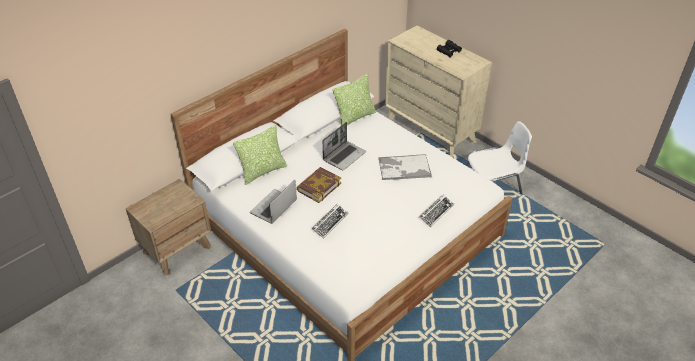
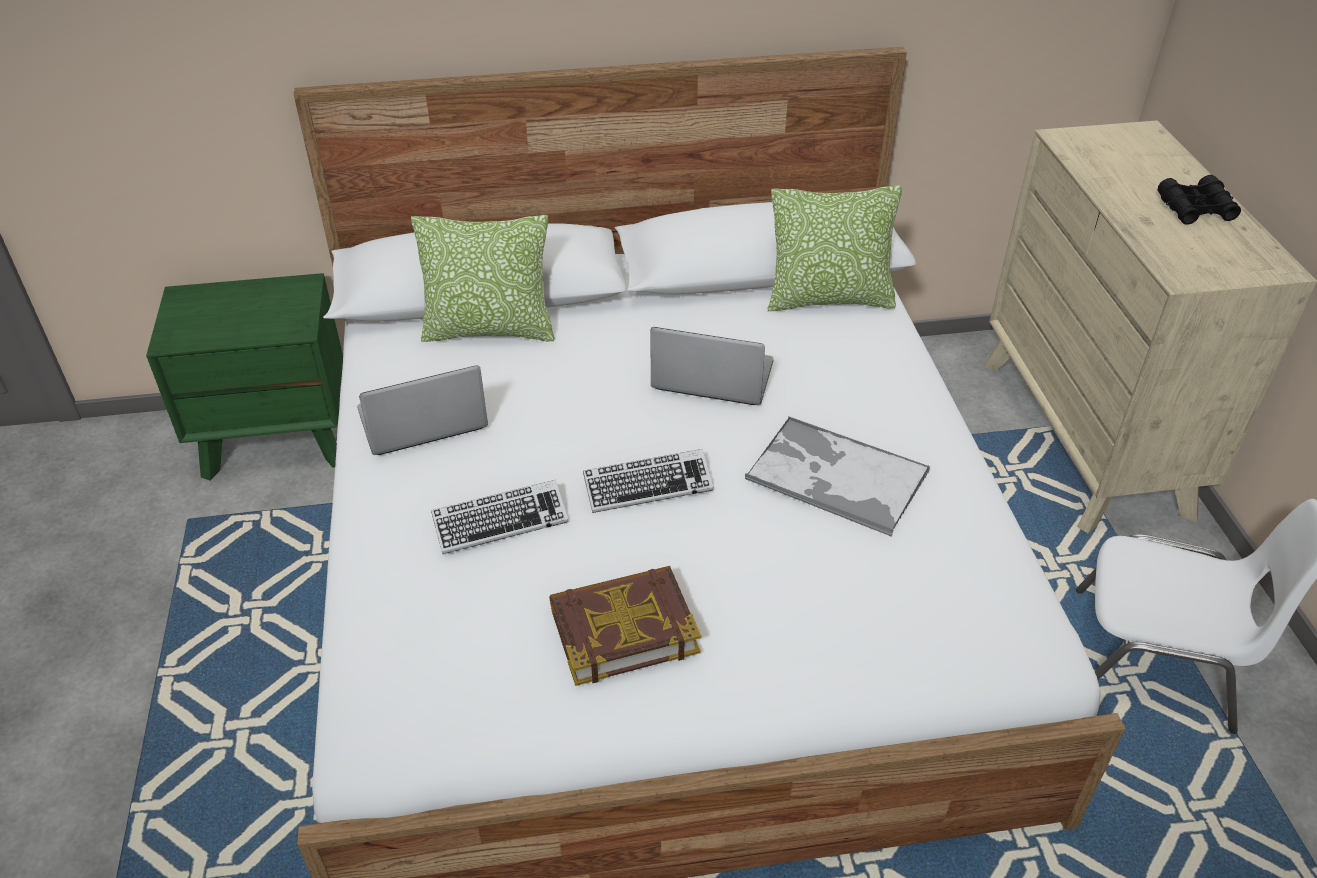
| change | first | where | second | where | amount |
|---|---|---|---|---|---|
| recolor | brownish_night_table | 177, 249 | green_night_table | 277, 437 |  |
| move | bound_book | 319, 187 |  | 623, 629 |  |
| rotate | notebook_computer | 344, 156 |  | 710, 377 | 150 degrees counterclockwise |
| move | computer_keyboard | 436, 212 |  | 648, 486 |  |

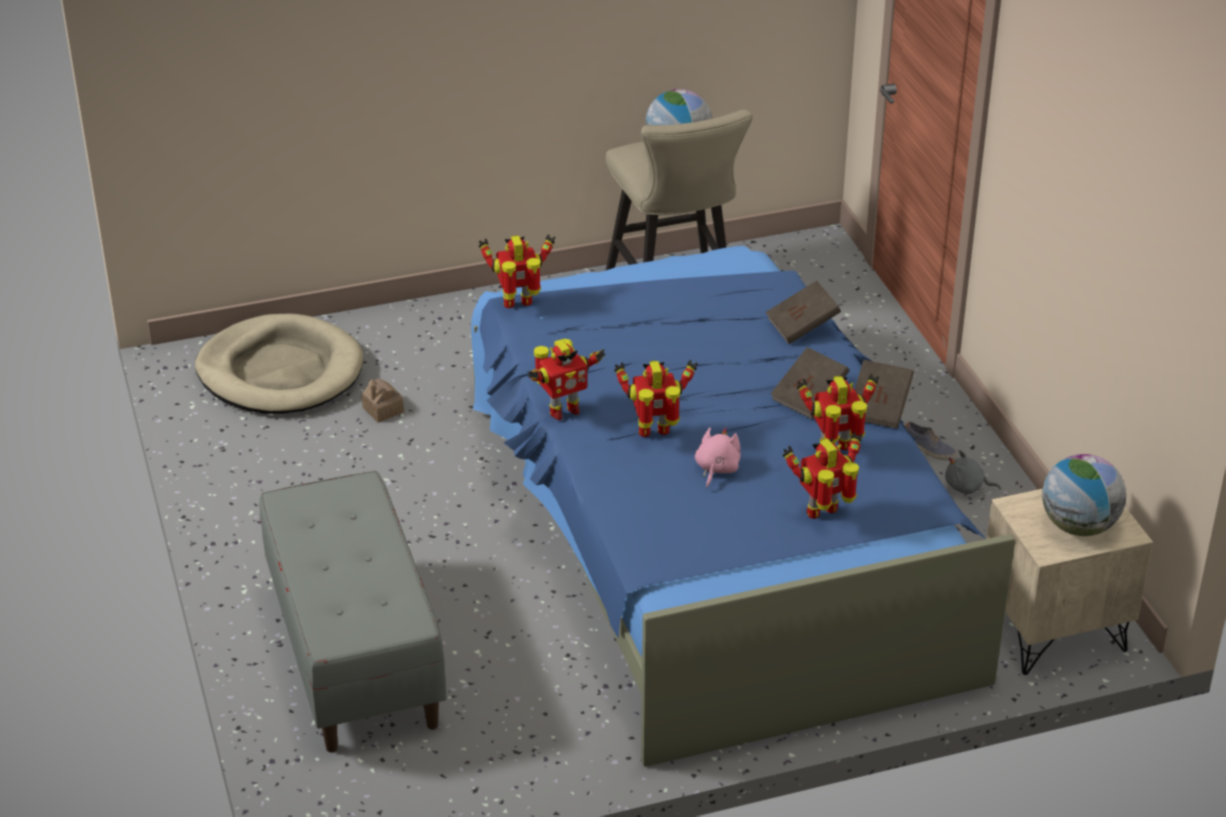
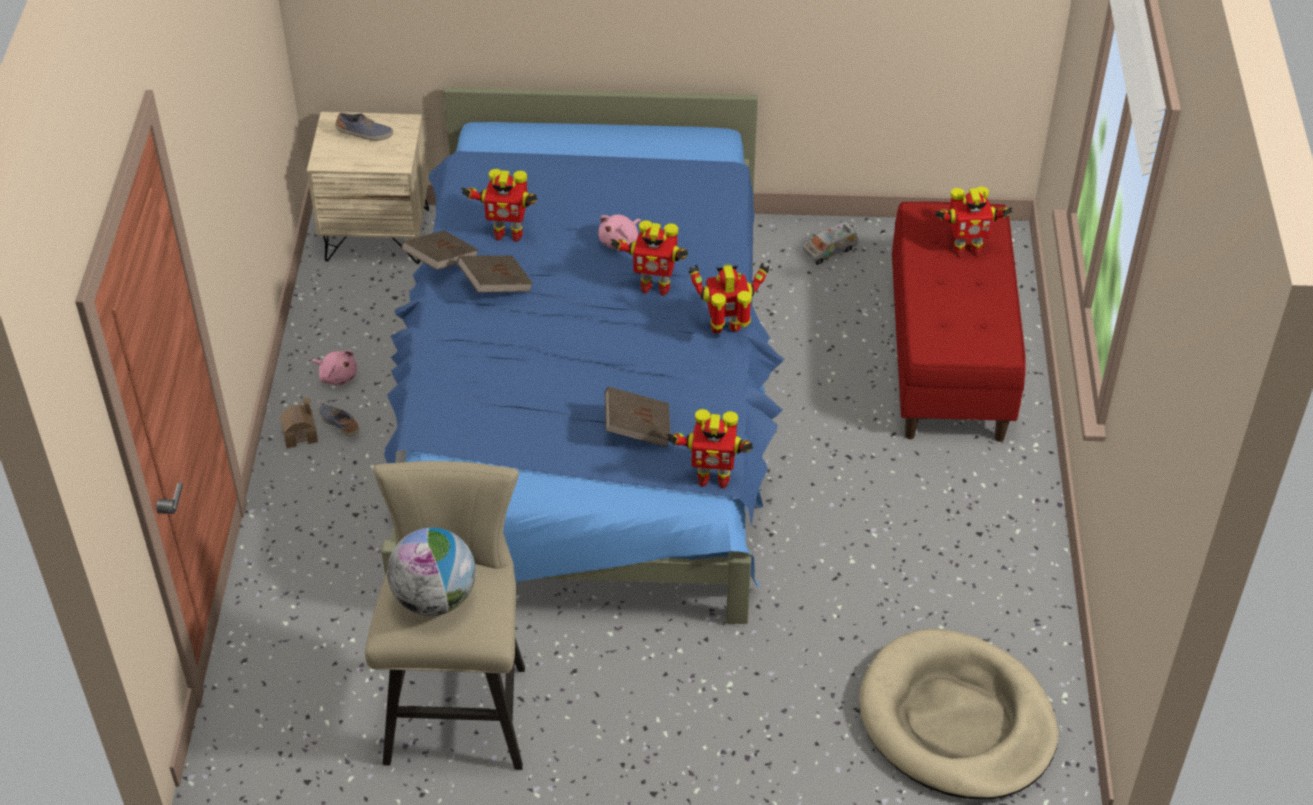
| change | first | where | second | where | amount |
|---|---|---|---|---|---|
| recolor | grey_bench | 354, 654 | red-coloured_bench | 949, 359 |  |
| move | toy_house | 383, 410 |  | 300, 434 |  |
| move | brownish_bound_book | 802, 326 |  | 637, 428 |  |
| move | model_robot | 824, 512 |  | 966, 249 |  |
| recolor | grey_plush_toy | 967, 487 | pinkish_plush_toy | 337, 376 |  |
| replace | globe | 1078, 526 | shoe | 364, 135 |  |
| insert |  |  | toy_lorry | 829, 250 |  |

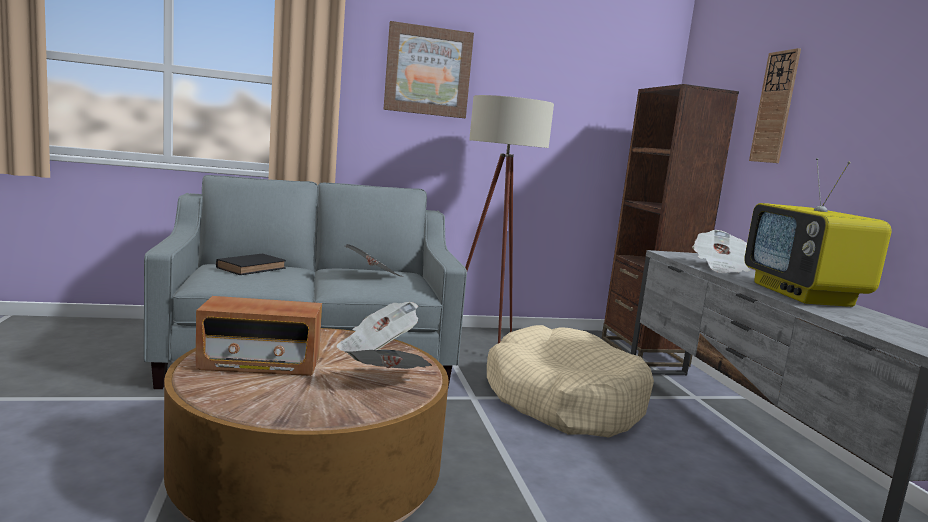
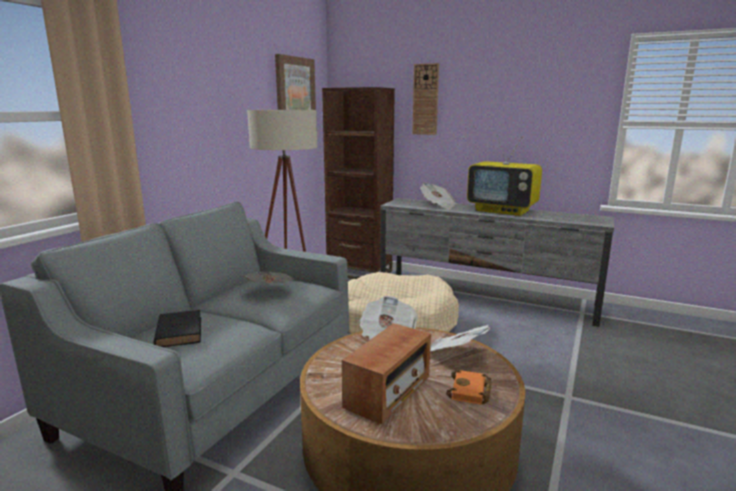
| change | first | where | second | where | amount |
|---|---|---|---|---|---|
| move | wall_picture | 428, 71 |  | 295, 89 |  |
| insert |  |  | orangey_bound_book | 470, 392 |  |

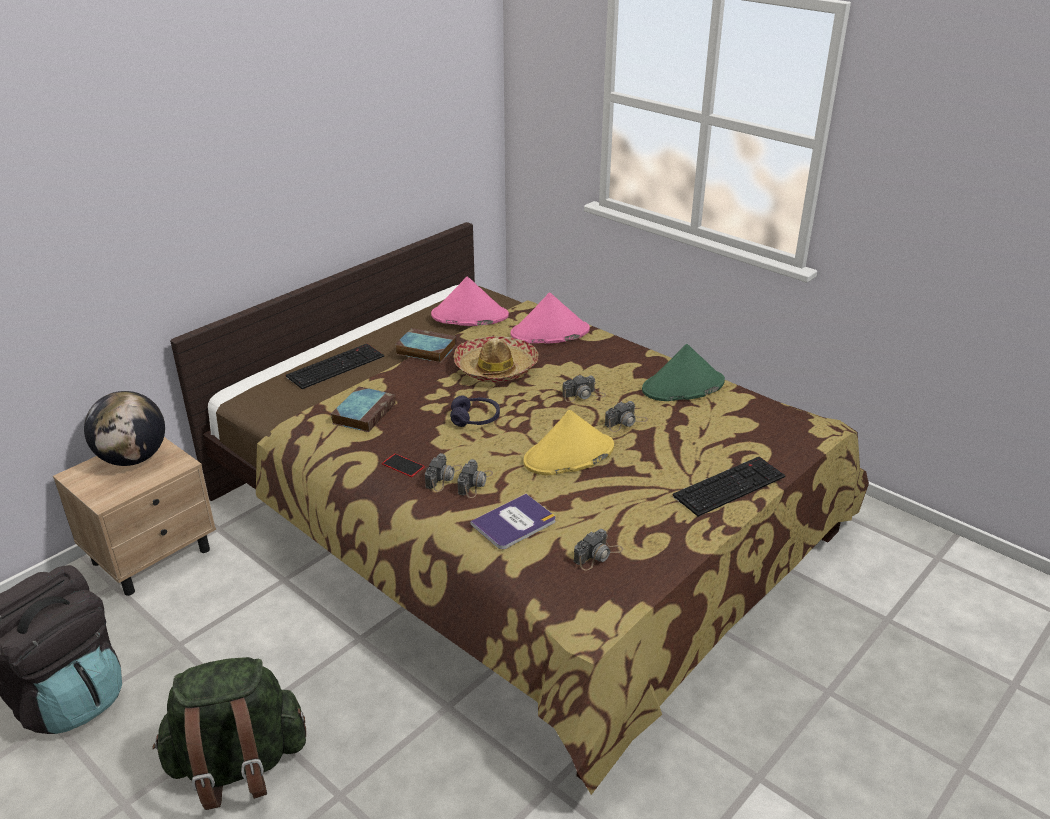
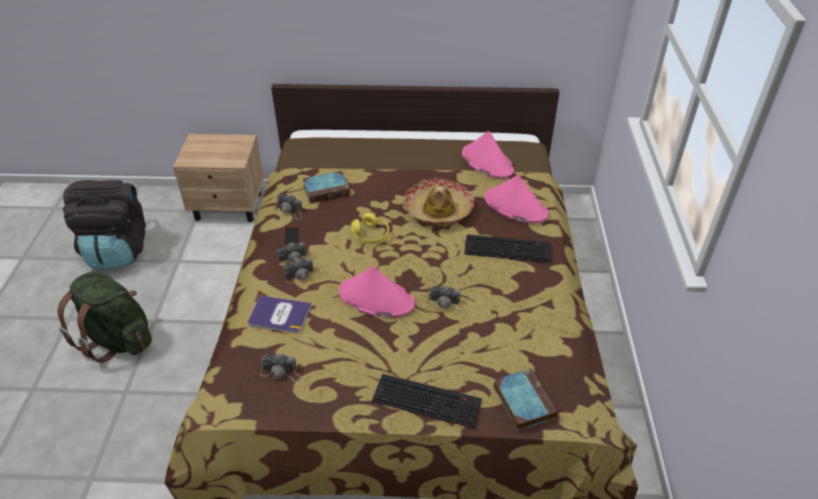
| change | first | where | second | where | amount |
|---|---|---|---|---|---|
| delete | globe | 133, 459 |  |  |  |
| move | computer_keyboard | 336, 365 |  | 509, 248 |  |
| move | bound_book | 424, 349 |  | 522, 401 |  |
| recolor | purple-coloured_pair_of_headphones | 475, 419 | yellow-coloured_pair_of_headphones | 370, 235 |  |
| recolor | yellow-coloured_hat | 568, 455 | pinkish_hat | 376, 298 |  |
| move | photo_camera | 583, 395 |  | 290, 210 |  |
| delete | green_hat | 683, 386 |  |  |  |

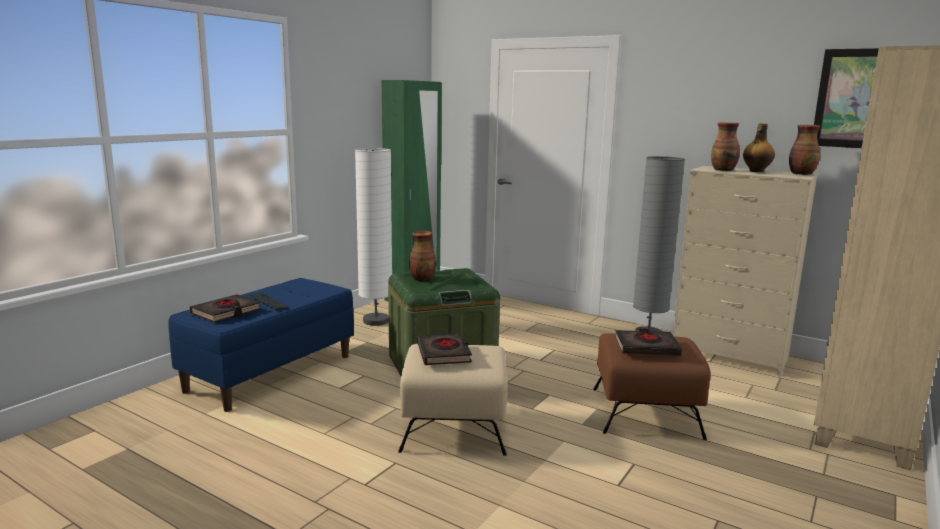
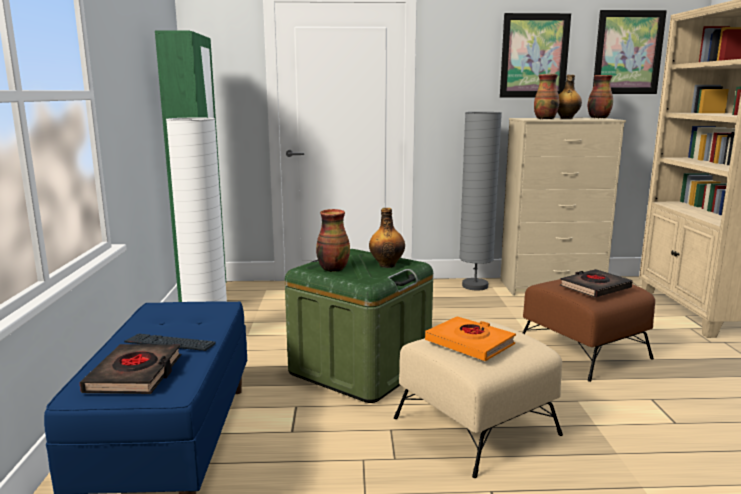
| change | first | where | second | where | amount |
|---|---|---|---|---|---|
| recolor | blackish_bound_book | 444, 353 | orangey_bound_book | 470, 343 |  |
| insert |  |  | drink_bottle | 387, 265 |  |
| insert |  |  | wall_picture | 534, 56 |  |

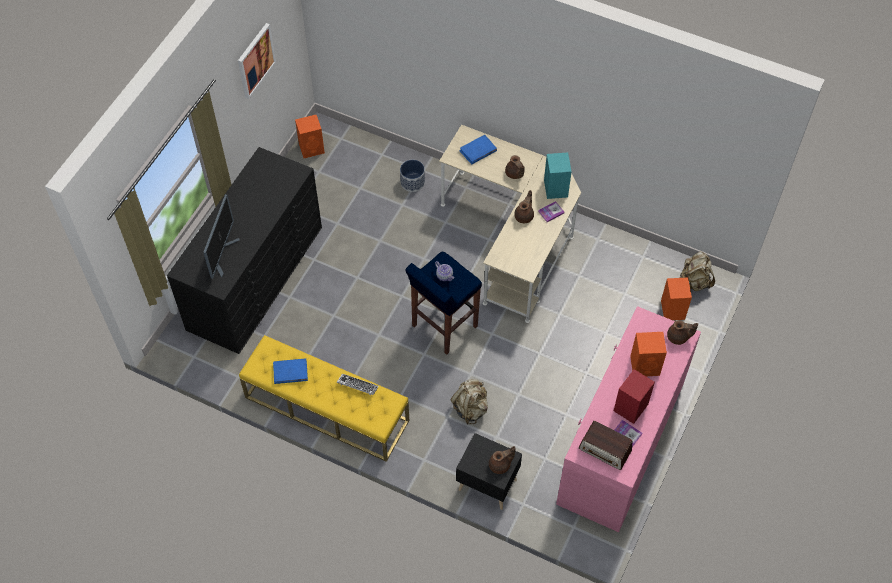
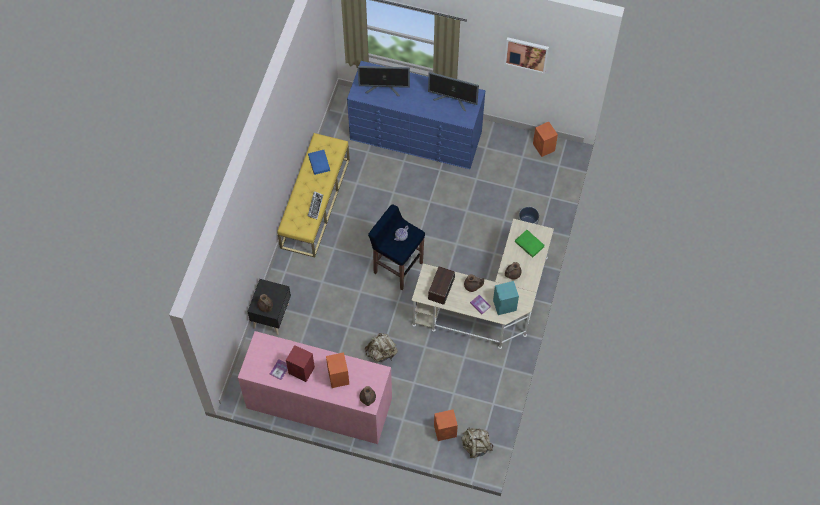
| change | first | where | second | where | amount |
|---|---|---|---|---|---|
| recolor | blackish_dresser | 255, 277 | bluish_dresser | 416, 136 |  |
| move | beige_knapsack | 470, 408 |  | 381, 353 |  |
| recolor | bluish_bound_book | 478, 151 | green_bound_book | 529, 244 |  |
| move | radio_receiver | 605, 450 |  | 441, 288 |  |
| insert |  |  | computer_display | 453, 100 |  |

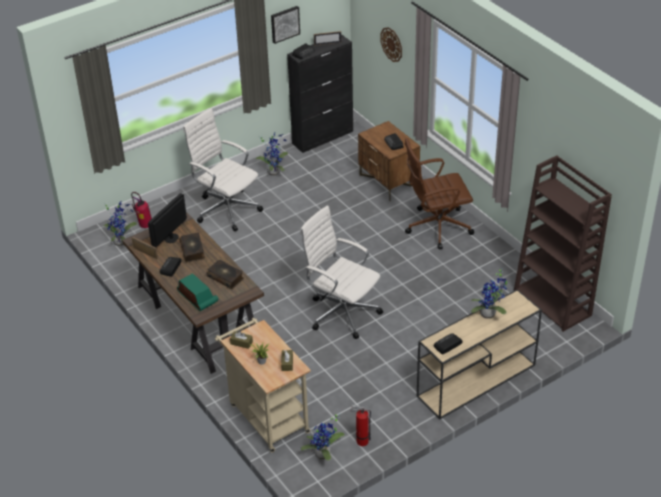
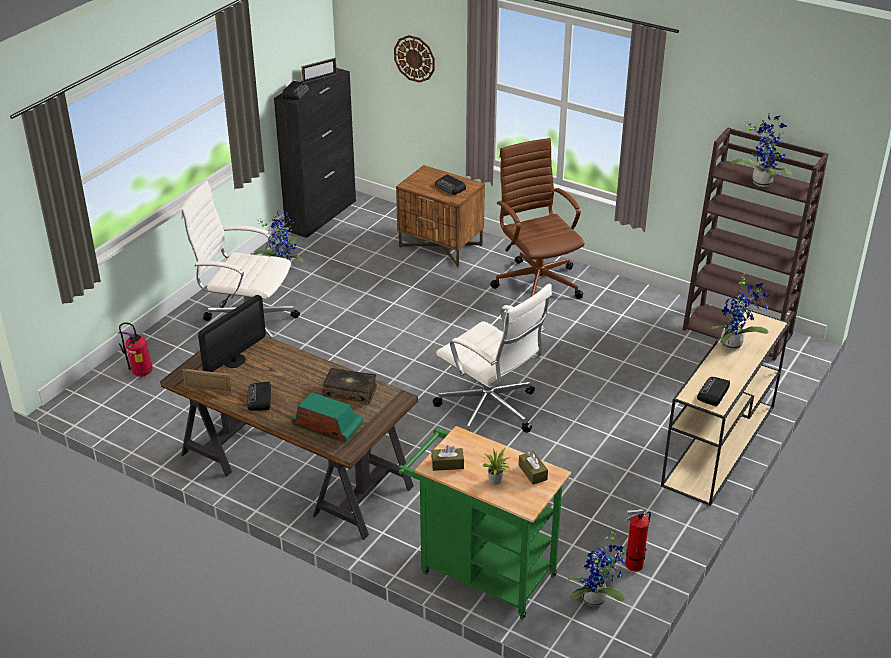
| change | first | where | second | where | amount |
|---|---|---|---|---|---|
| move | plant_in_a_pot | 121, 241 |  | 762, 181 |  |
| rotate | computer_display | 171, 238 |  | 234, 361 | 150 degrees counterclockwise |
| delete | bound_book | 193, 250 |  |  |  |
| recolor | beige_wheeled_cart | 266, 415 | green_wheeled_cart | 480, 572 |  |
| delete | wall_picture | 284, 24 |  |  |  |
| rotate | white_computer_chair | 342, 312 |  | 490, 411 | 150 degrees counterclockwise |
| rotate | brownish_computer_chair | 436, 227 |  | 537, 282 | 105 degrees clockwise |

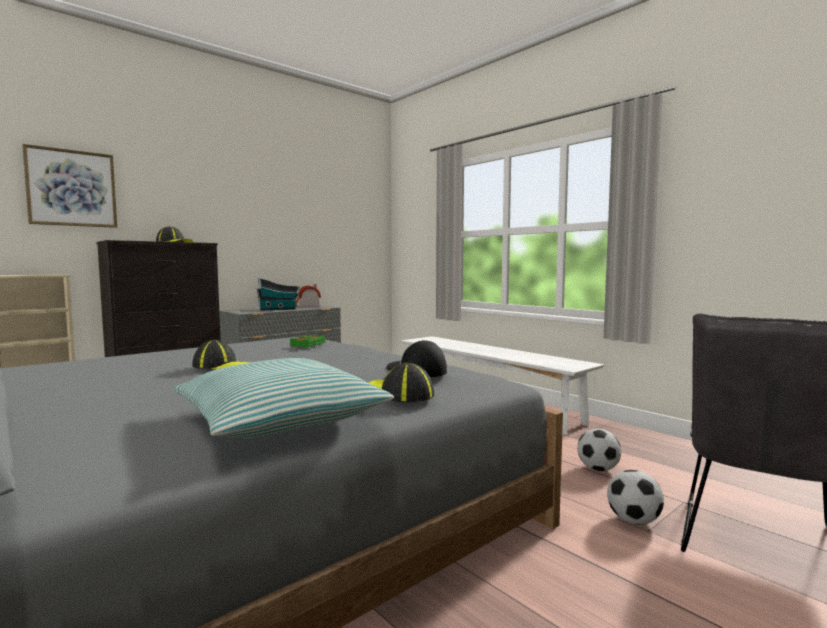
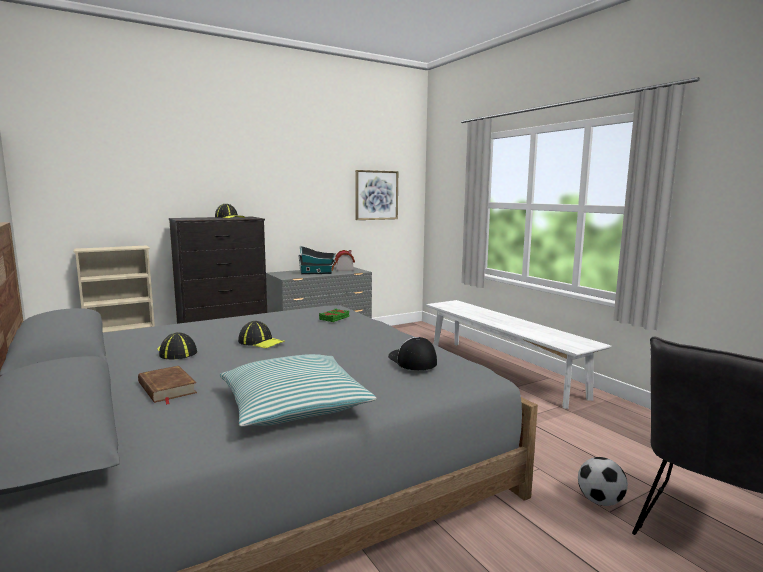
| change | first | where | second | where | amount |
|---|---|---|---|---|---|
| move | wall_picture | 72, 188 |  | 376, 195 |  |
| move | baseball_cap | 398, 393 |  | 176, 352 |  |
| delete | football | 598, 469 |  |  |  |
| insert |  |  | brownish_bound_book | 166, 388 |  |

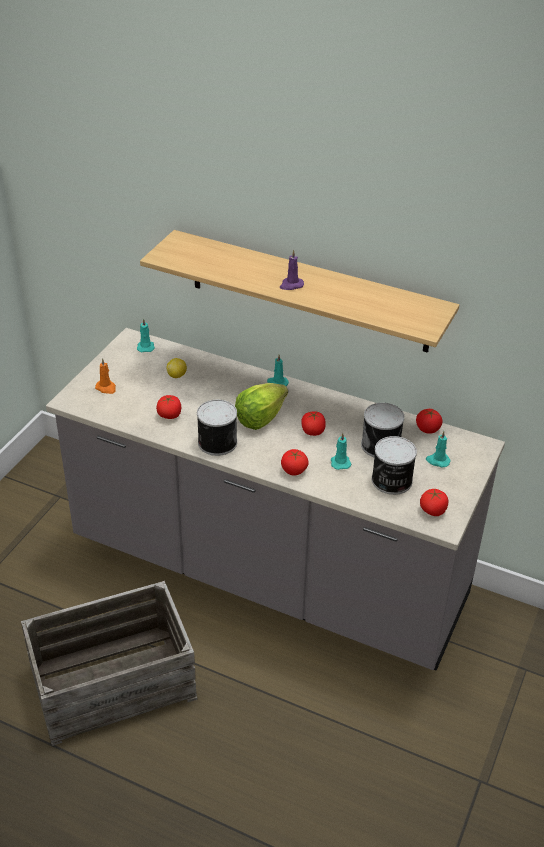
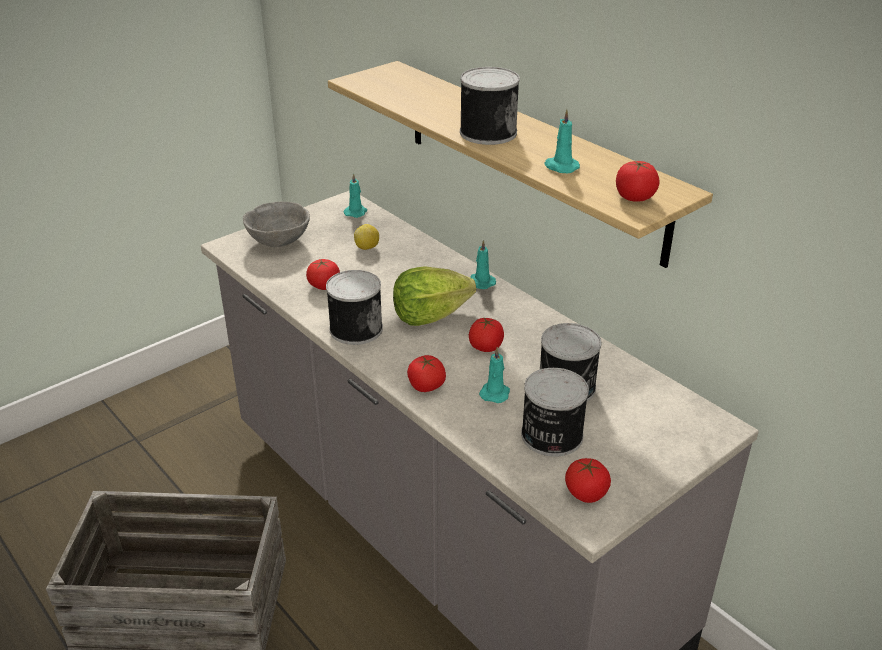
| change | first | where | second | where | amount |
|---|---|---|---|---|---|
| replace | orangey_wax_candle | 106, 388 | grey_deep_dish | 278, 242 |  |
| replace | purple-coloured_wax_candle | 291, 285 | metal_can | 487, 132 |  |
| move | fresh_tomato | 427, 429 |  | 634, 197 |  |
| move | blue-green_wax_candle | 437, 461 |  | 560, 167 |  |

